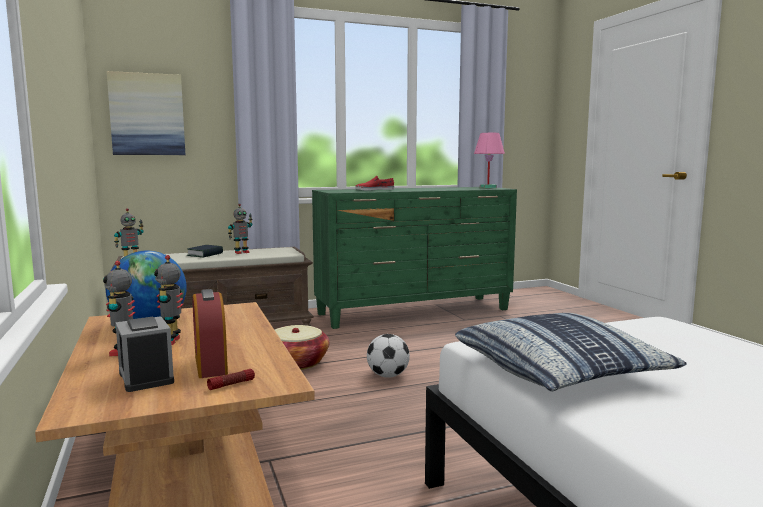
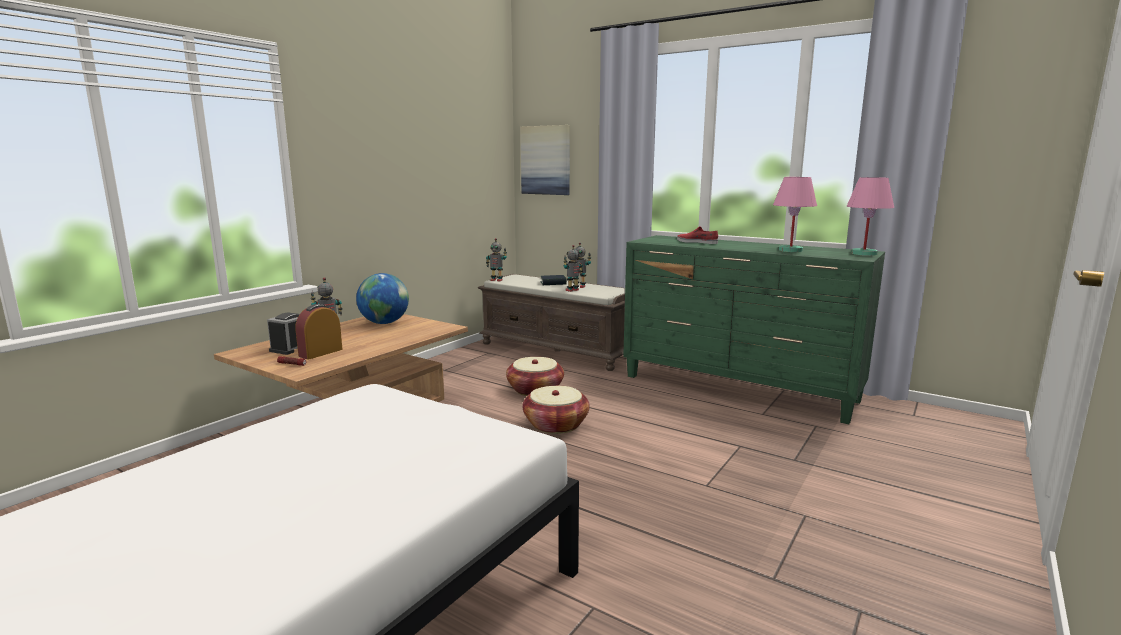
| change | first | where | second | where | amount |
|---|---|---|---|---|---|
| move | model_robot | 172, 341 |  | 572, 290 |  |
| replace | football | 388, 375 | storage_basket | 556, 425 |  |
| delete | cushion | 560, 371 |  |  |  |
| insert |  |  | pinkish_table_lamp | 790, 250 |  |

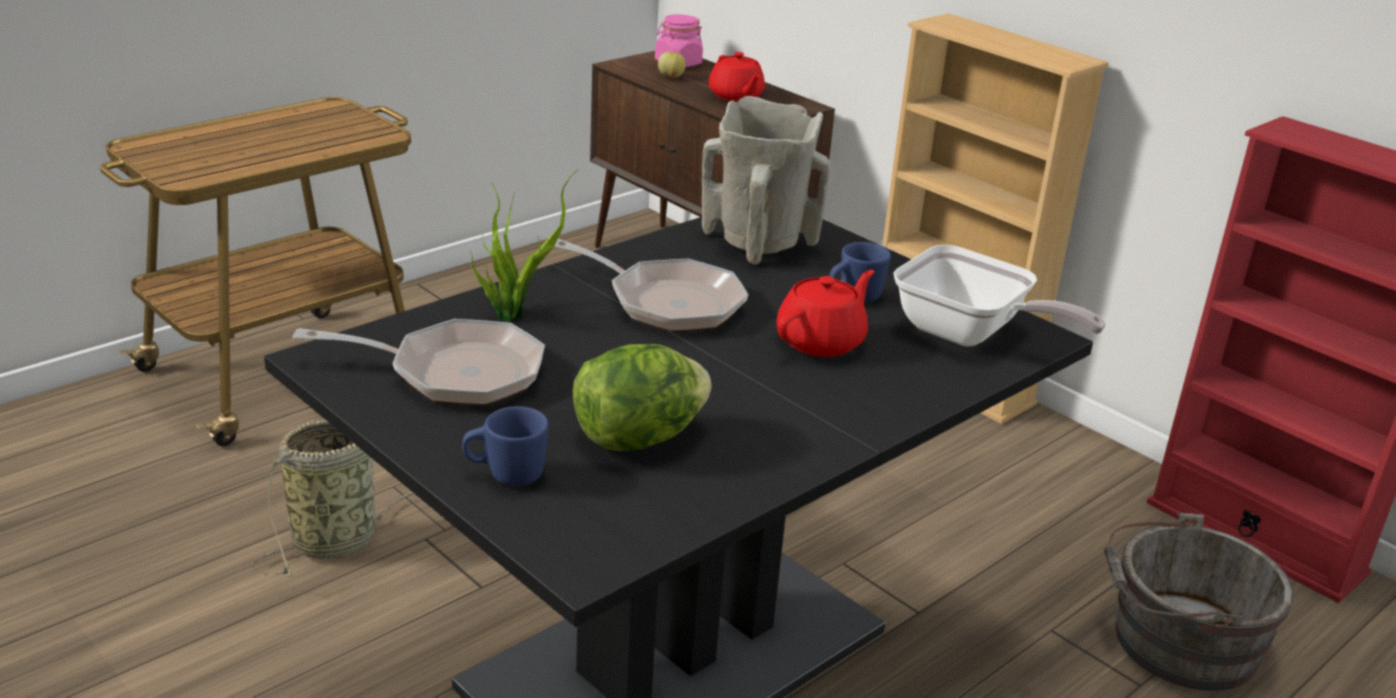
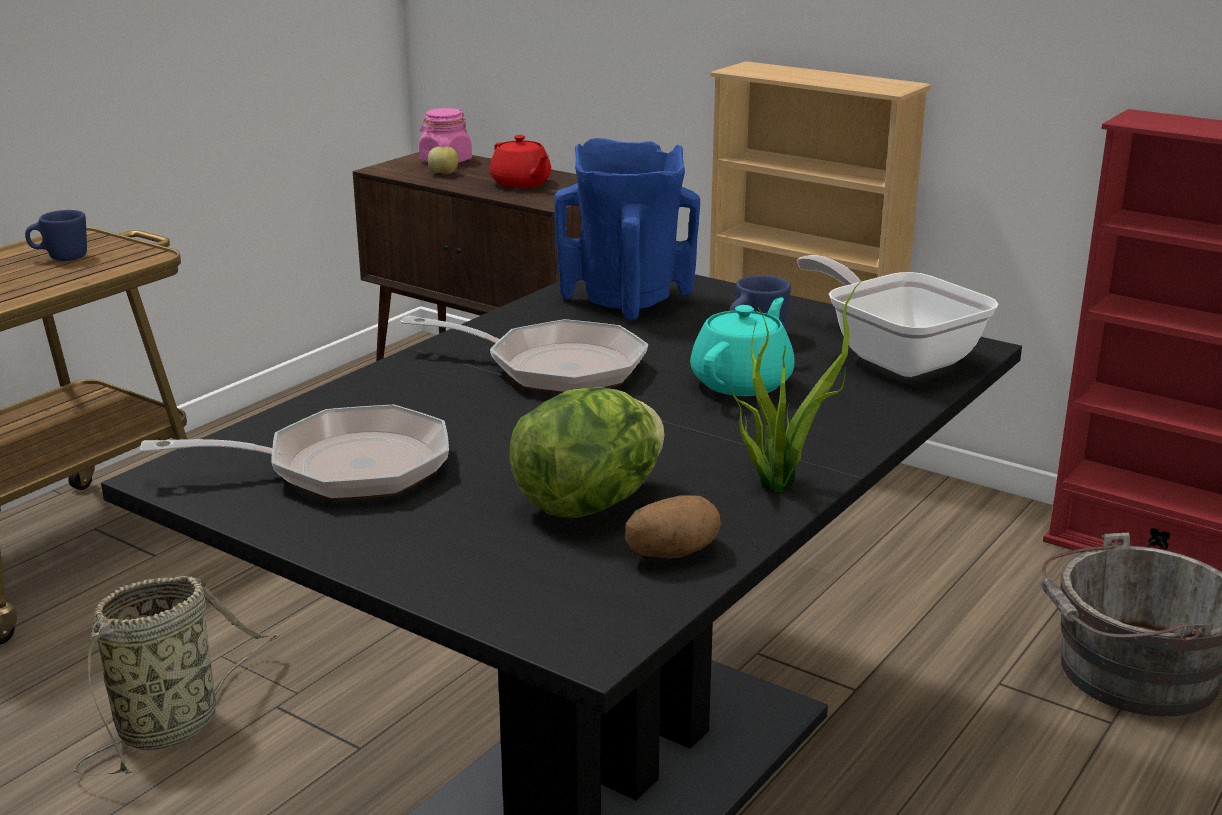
| change | first | where | second | where | amount |
|---|---|---|---|---|---|
| move | bluish_coffee_mug | 505, 475 |  | 60, 258 |  |
| move | plant_in_a_pot | 513, 313 |  | 778, 481 |  |
| recolor | beige_vase | 758, 243 | bluish_vase | 626, 301 |  |
| recolor | red-coloured_tea_pot | 822, 341 | blue-green_tea_pot | 743, 382 |  |
| rotate | skillet | 969, 335 |  | 894, 356 | 150 degrees counterclockwise |
| insert |  |  | potato | 672, 553 |  |

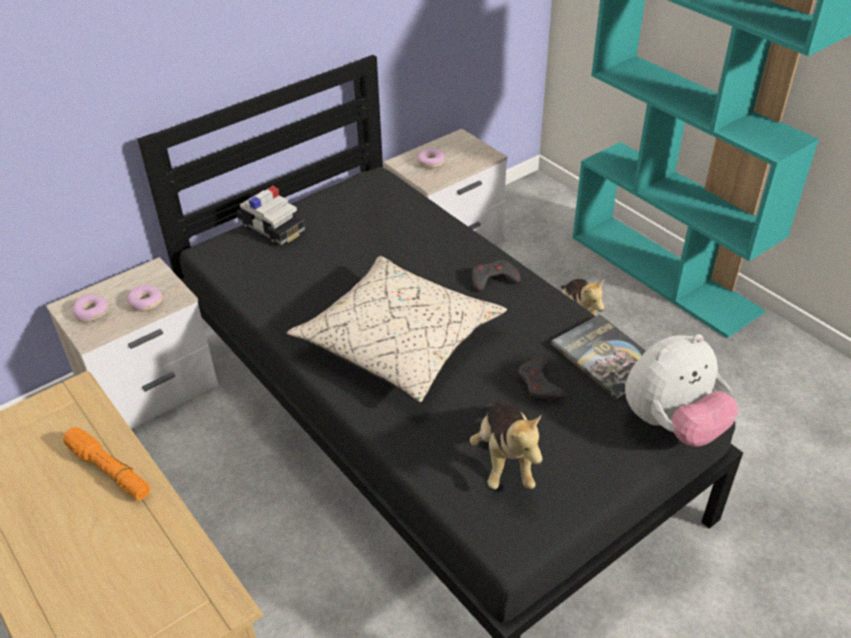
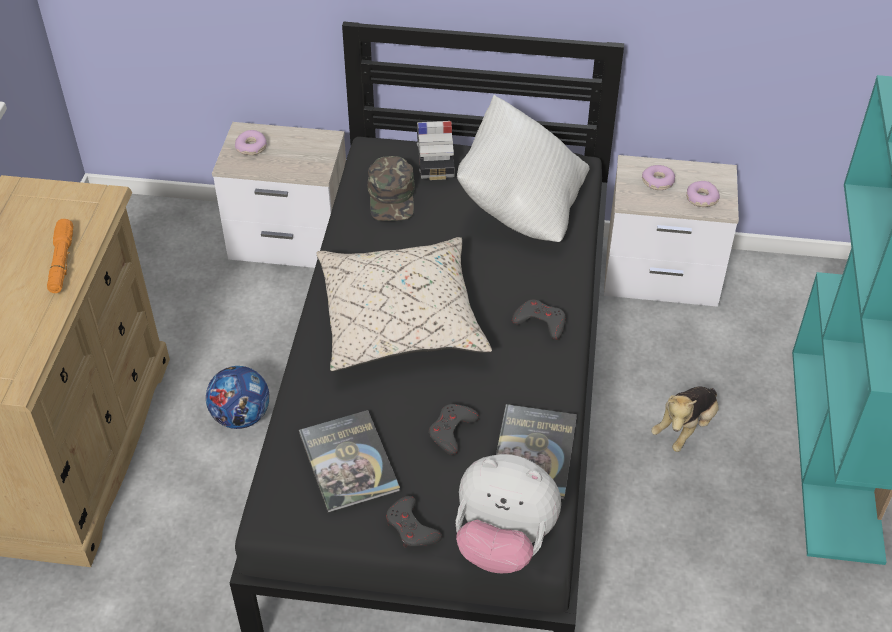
| change | first | where | second | where | amount |
|---|---|---|---|---|---|
| move | doughnut | 145, 303 |  | 701, 199 |  |
| replace | plush_toy | 505, 460 | bound_book | 348, 461 |  |
| insert |  |  | football | 241, 416 |  |
| insert |  |  | green_baseball_cap | 392, 197 |  |
| insert |  |  | grey_gamepad | 411, 527 |  |
| insert |  |  | white_cushion | 521, 207 |  |

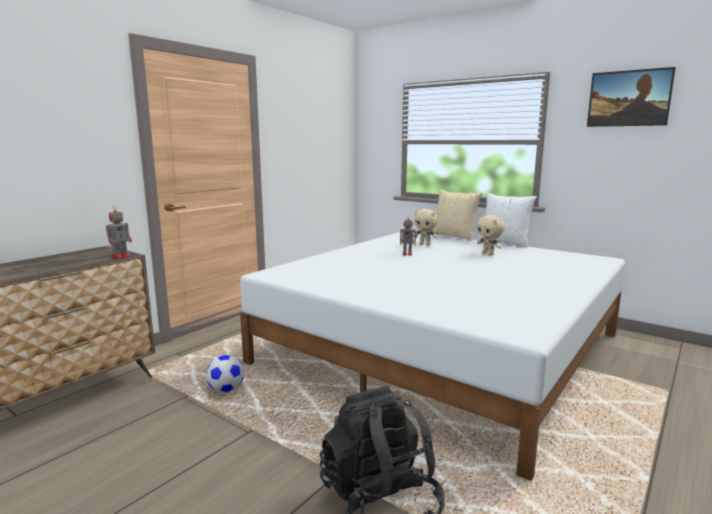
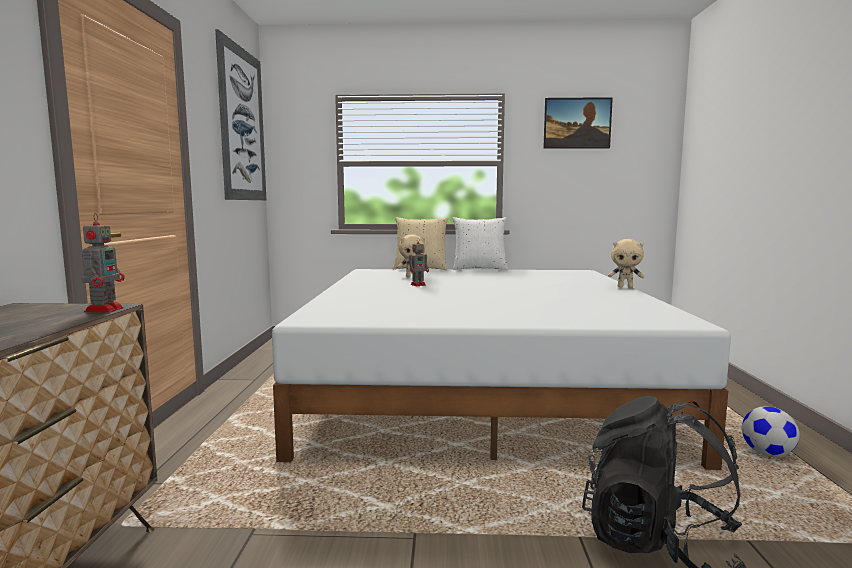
| change | first | where | second | where | amount |
|---|---|---|---|---|---|
| move | football | 226, 390 |  | 767, 454 |  |
| move | beige_plush_toy | 488, 254 |  | 625, 287 |  |
| insert |  |  | wall_picture | 242, 125 |  |

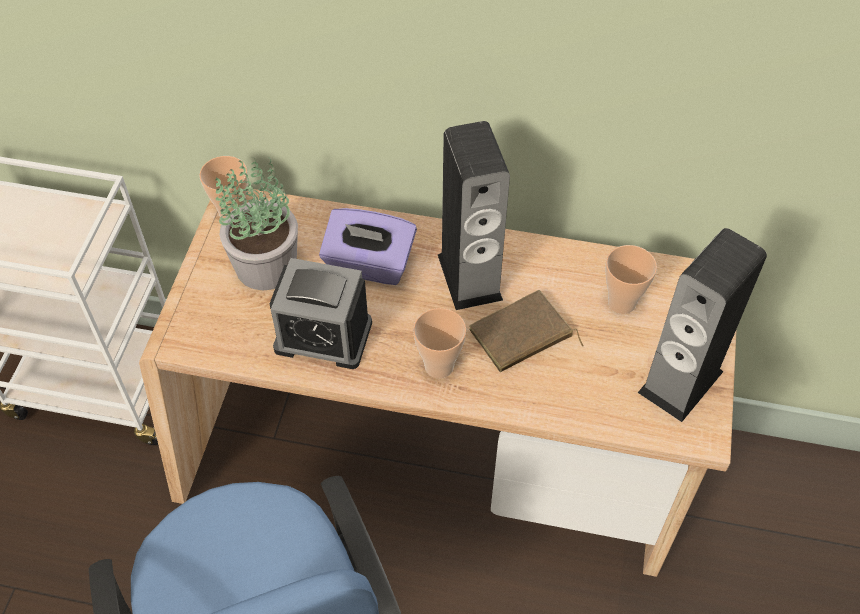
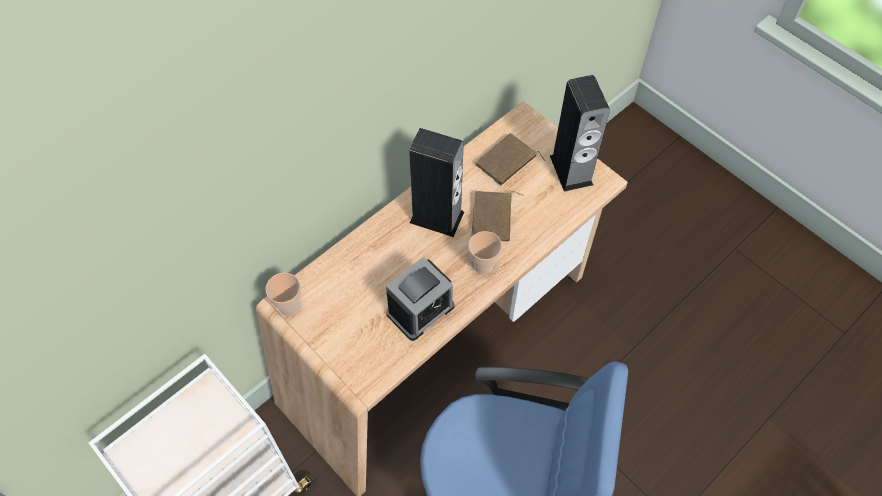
| change | first | where | second | where | amount |
|---|---|---|---|---|---|
| delete | plant_in_a_pot | 266, 264 |  |  |  |
| delete | purple-coloured_box_of_tissues | 369, 265 |  |  |  |
| replace | drinking_cup | 621, 303 | brownish_bound_book | 507, 162 |  |

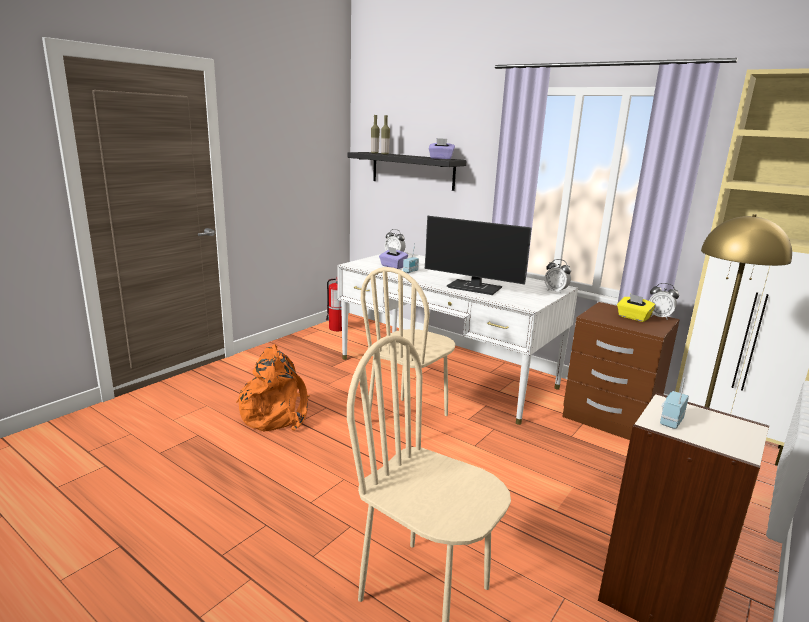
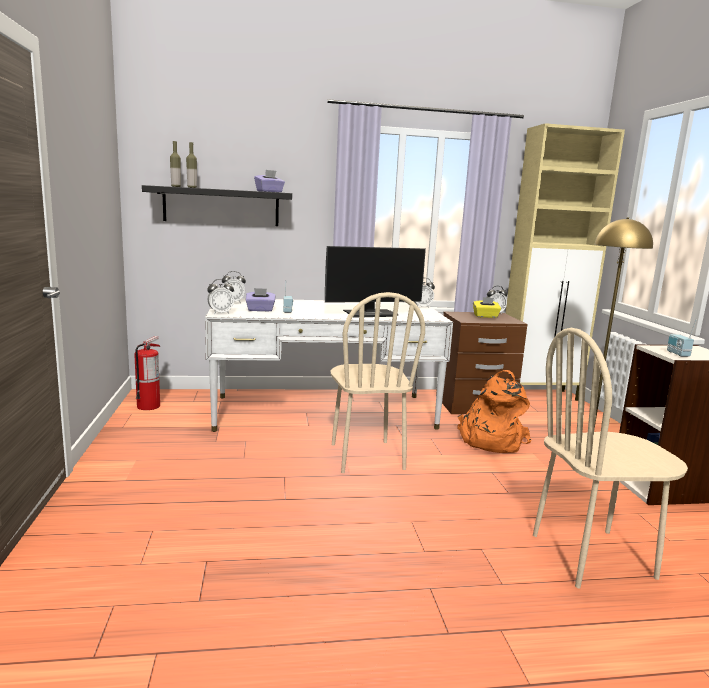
| change | first | where | second | where | amount |
|---|---|---|---|---|---|
| move | orangey_knapsack | 276, 414 |  | 490, 440 |  |
| insert |  |  | table_clock | 220, 313 |  |

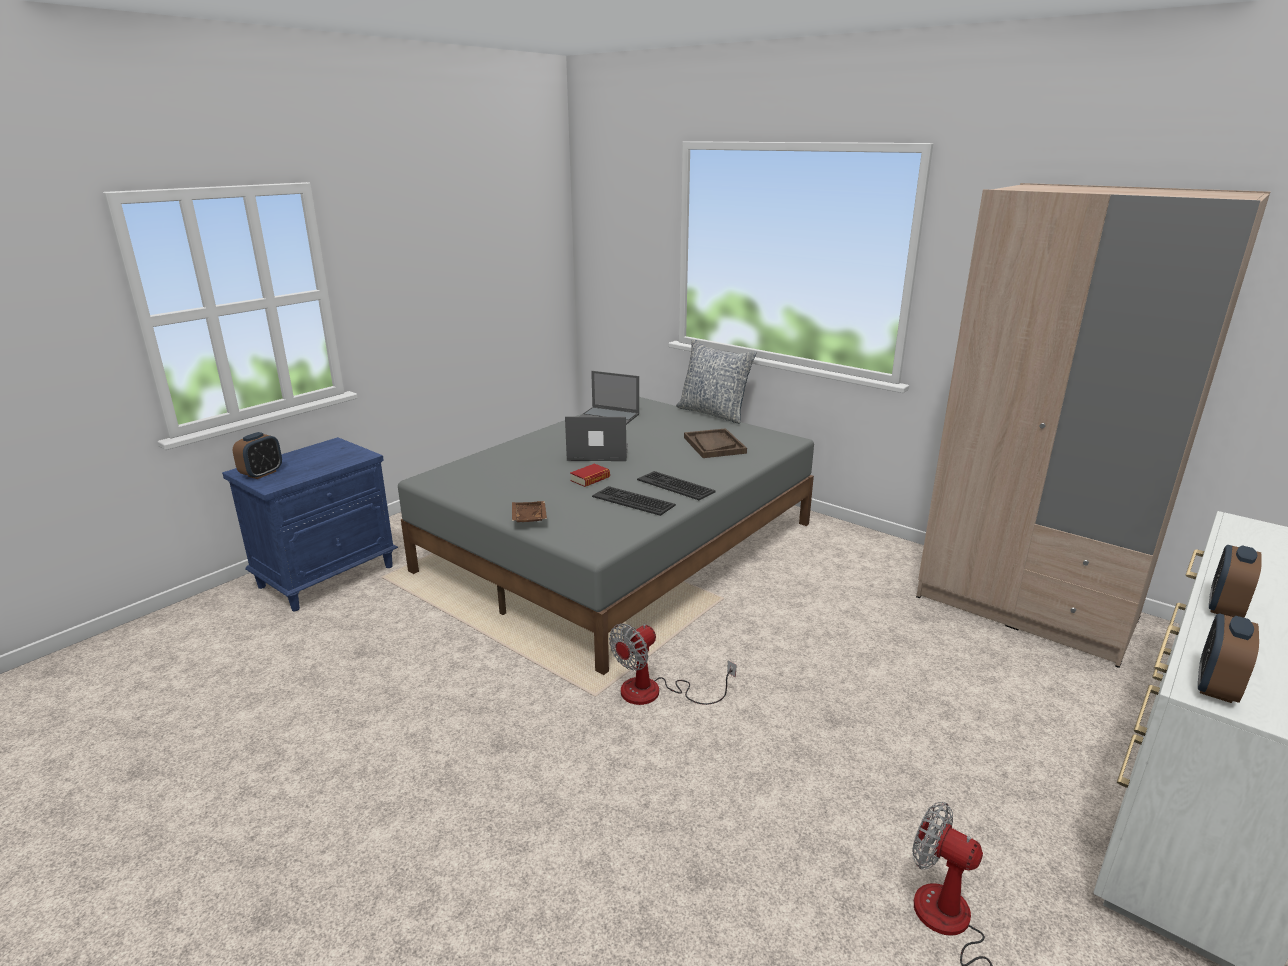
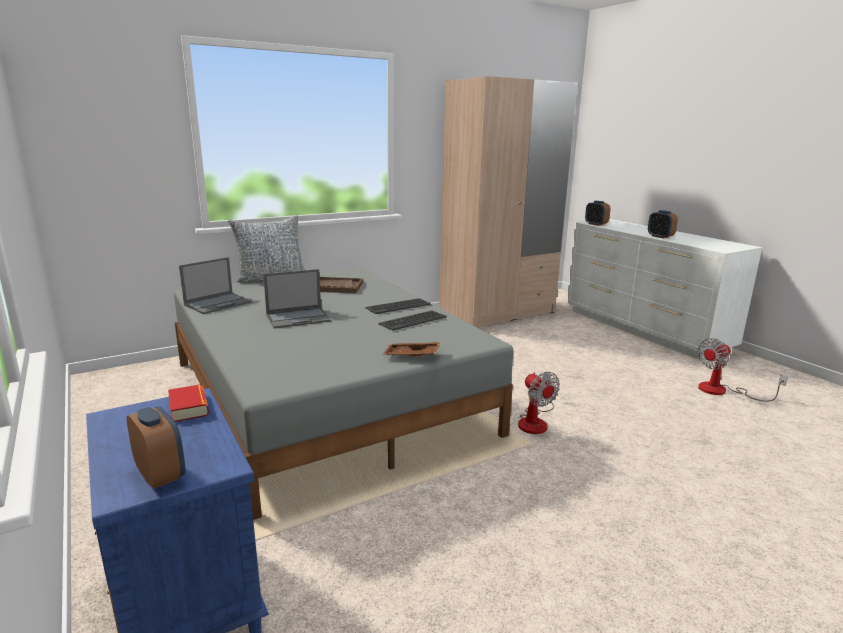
| change | first | where | second | where | amount |
|---|---|---|---|---|---|
| rotate | notebook_computer | 597, 453 |  | 299, 318 | 135 degrees counterclockwise |
| move | bound_book | 590, 479 |  | 189, 408 |  |
| move | table_clock | 1216, 687 |  | 596, 224 |  |

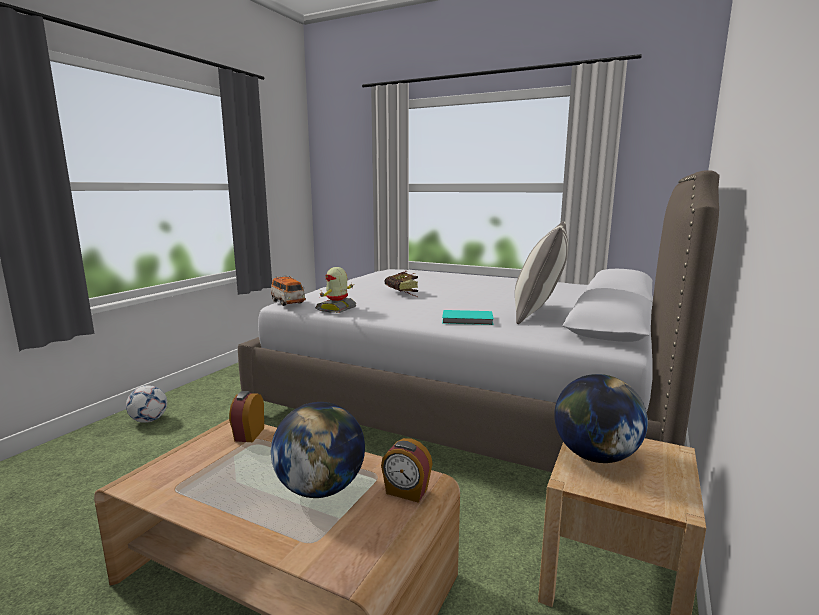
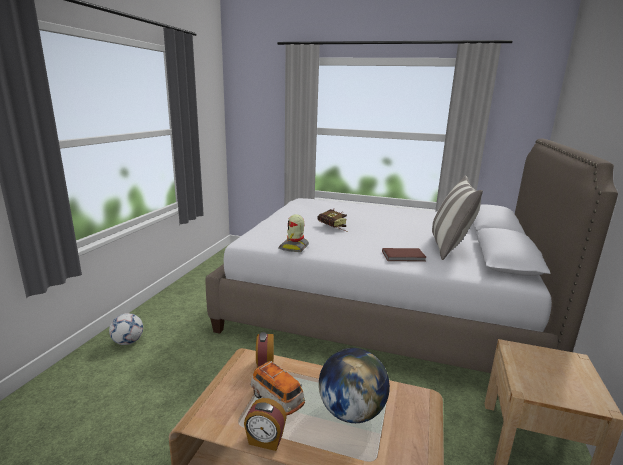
| change | first | where | second | where | amount |
|---|---|---|---|---|---|
| move | miniature_car | 288, 302 |  | 277, 399 |  |
| move | table_clock | 406, 492 |  | 265, 440 |  |
| recolor | blue-green_bound_book | 468, 320 | brownish_bound_book | 404, 256 |  |
| delete | globe | 595, 456 |  |  |  |

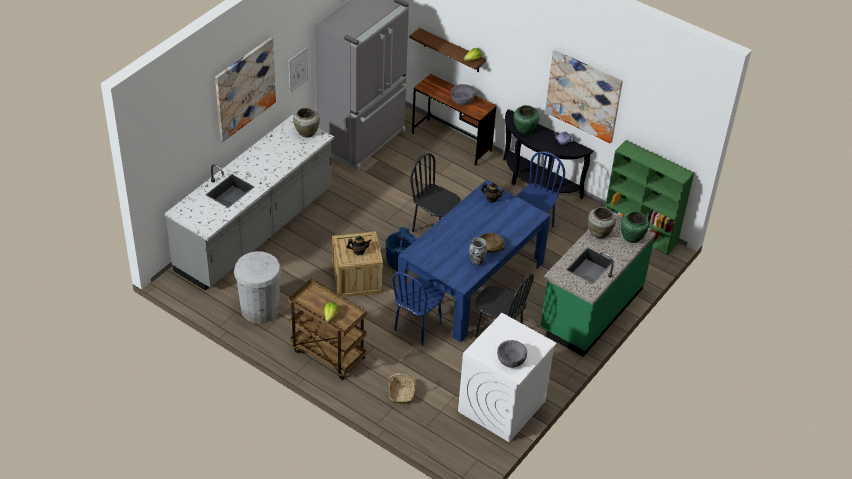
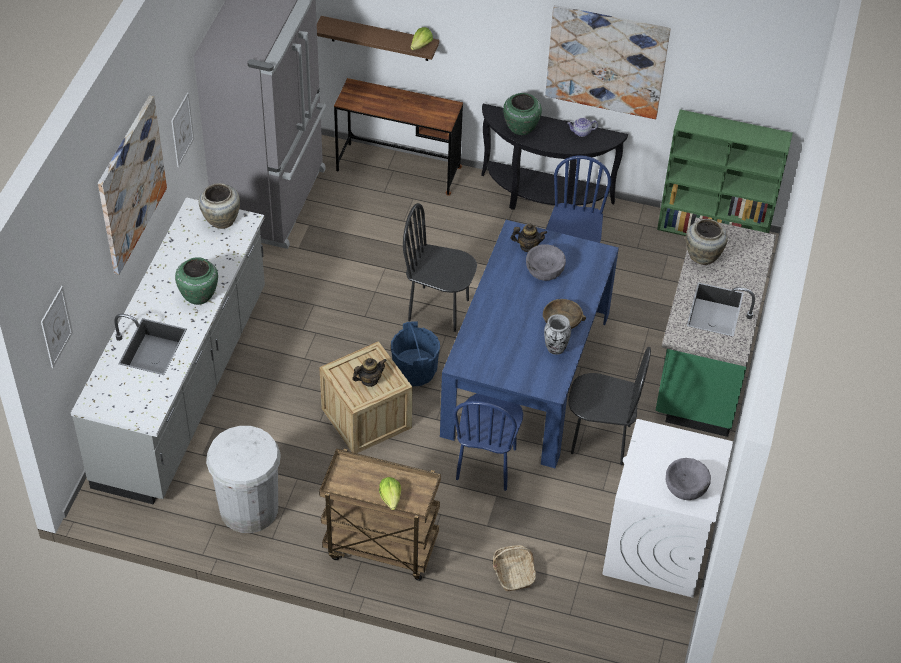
| change | first | where | second | where | amount |
|---|---|---|---|---|---|
| move | grey_deep_dish | 462, 99 |  | 544, 270 |  |
| move | green_vase | 632, 237 |  | 199, 295 |  |
| insert |  |  | wall_picture | 56, 327 |  |

